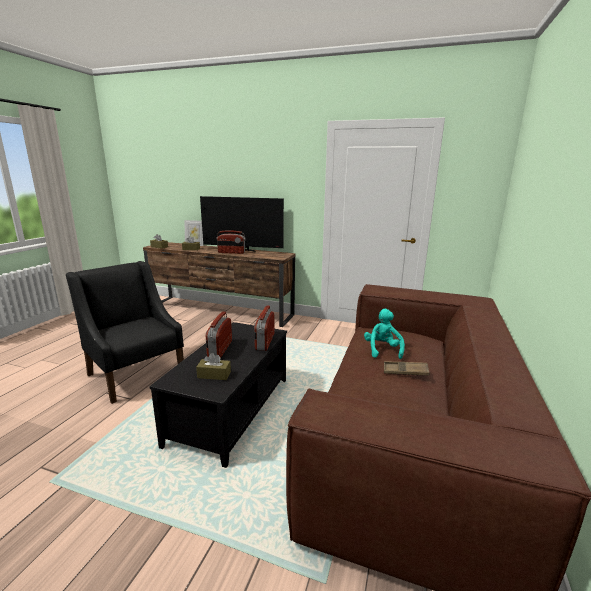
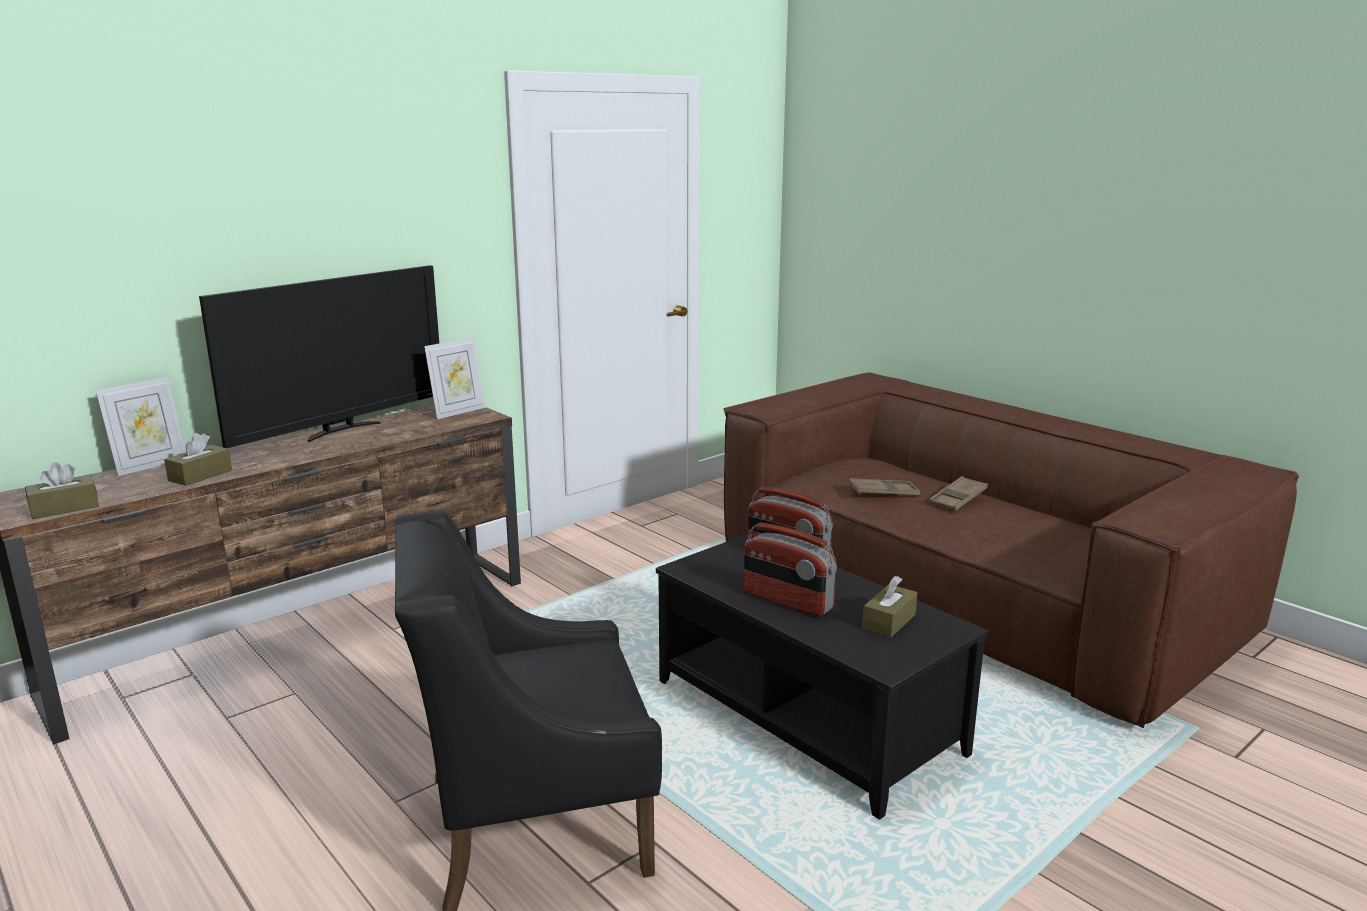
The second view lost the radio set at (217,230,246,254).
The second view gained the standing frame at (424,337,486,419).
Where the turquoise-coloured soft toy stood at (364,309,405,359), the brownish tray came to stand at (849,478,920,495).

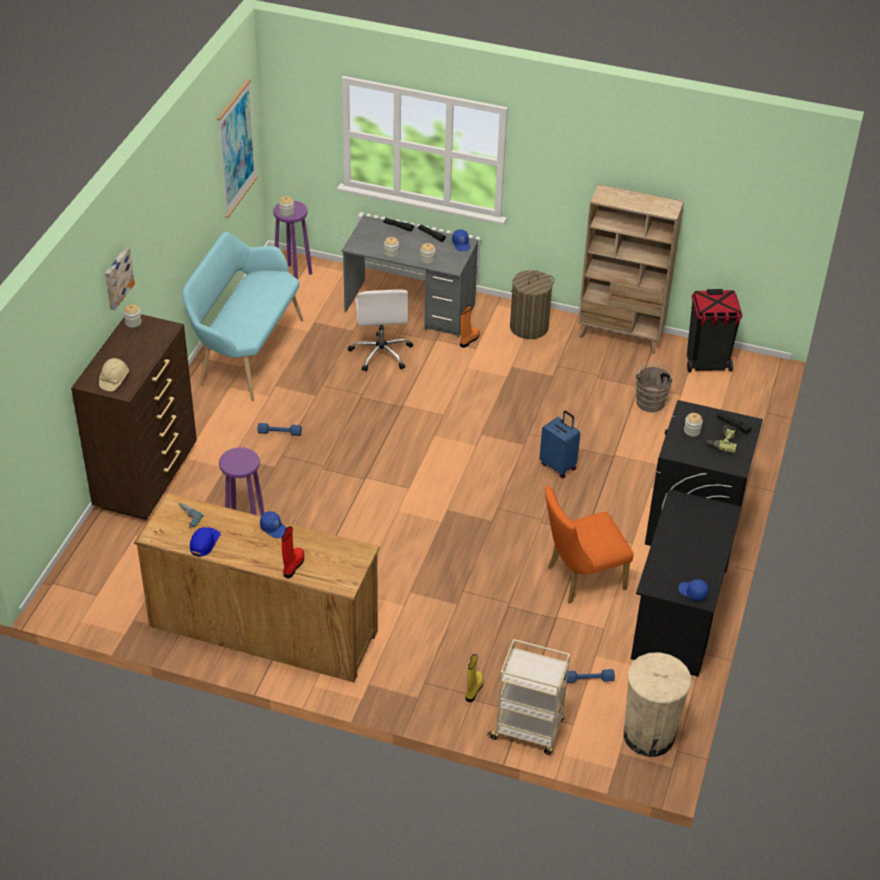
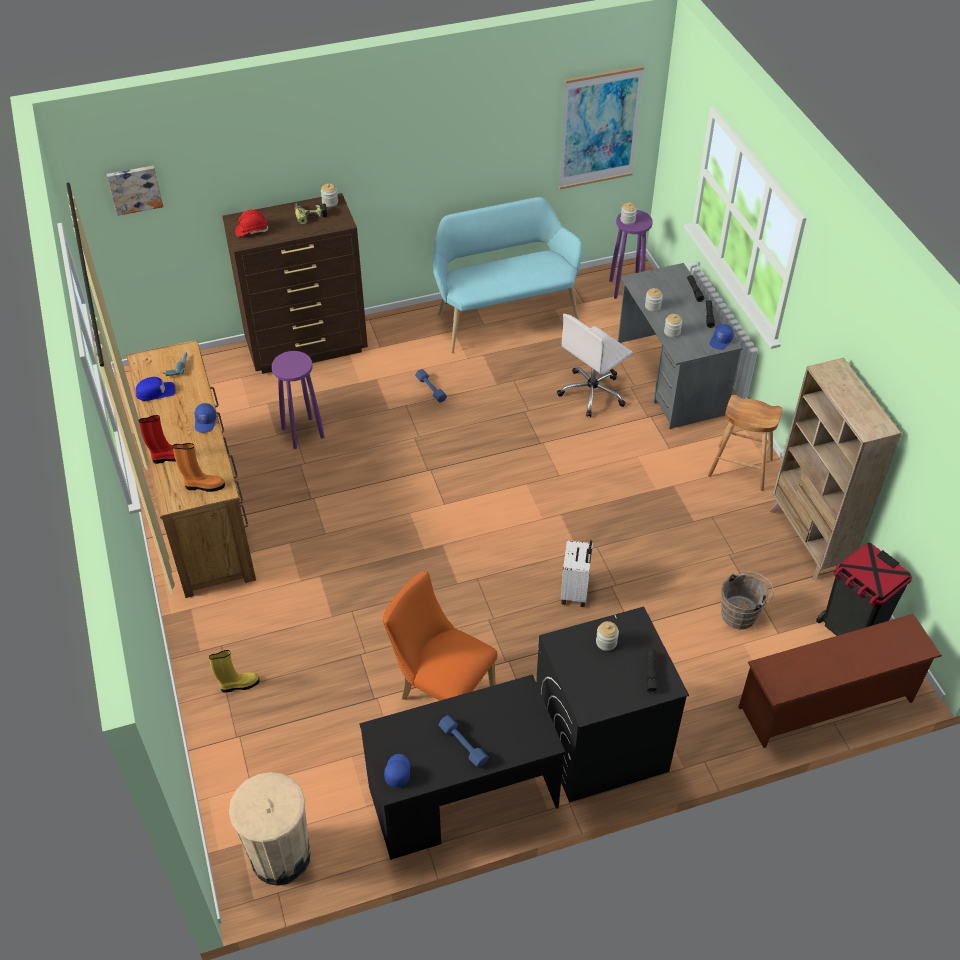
The second view lost the beige-coloured wheeled cart at (487,639,570,755).
The second view gained the brownish shoe rack at (739,614,942,748).
The picture ended up elsewhere, having gone from (105,247,135,310) to (107,166,163,216).
The orange boot ended up elsewhere, having gone from (460,305,480,348) to (172,443,225,492).
The blue free weight ended up elsewhere, having gone from (564,669,615,683) to (438,715,489,768).
The drill ended up elsewhere, having gone from (706,425,737,454) to (294,202,328,224).
Where the laundry basket stood at (510,270,554,339), the brownish stool came to stand at (708,395,782,491).
What was the beige-coloured safety helmet at (99,358,129,391) turned into the reddish safety helmet at (235,209,269,237).
What was the blue piece of luggage at (539,411,580,478) turned into the white-coloured piece of luggage at (561,540,593,607).

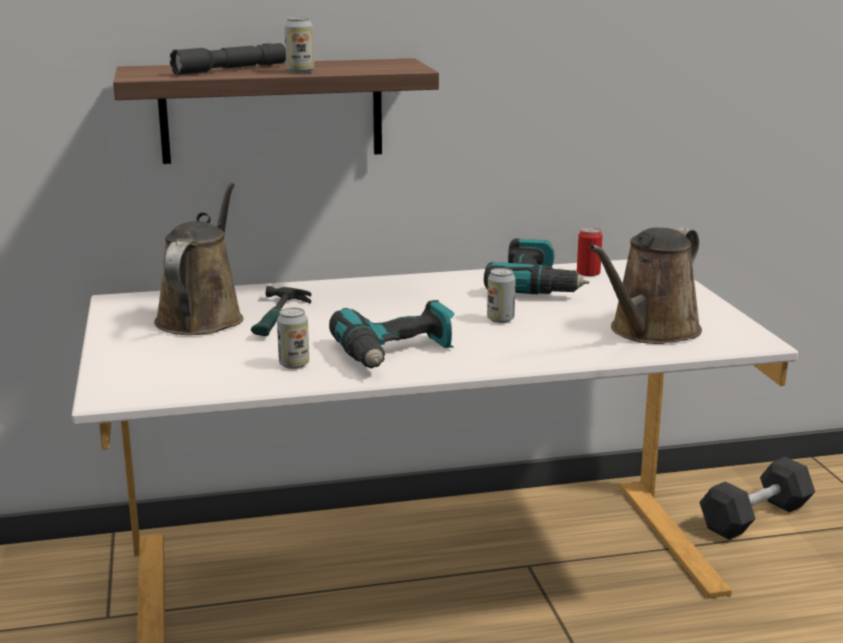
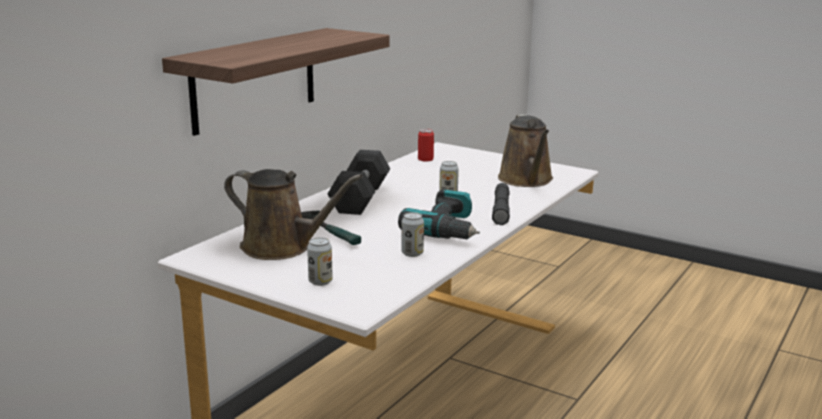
The second view lost the drill at (484,238,589,294).
The greyish flashlight ended up elsewhere, having gone from (170,43,286,75) to (492,183,510,225).
The can ended up elsewhere, having gone from (285,17,314,73) to (307,237,332,286).
The black free weight ended up elsewhere, having gone from (699,457,815,540) to (328,150,390,215).
The brownish watering can at (154,183,244,335) ended up facing another way, 150 degrees clockwise from before.

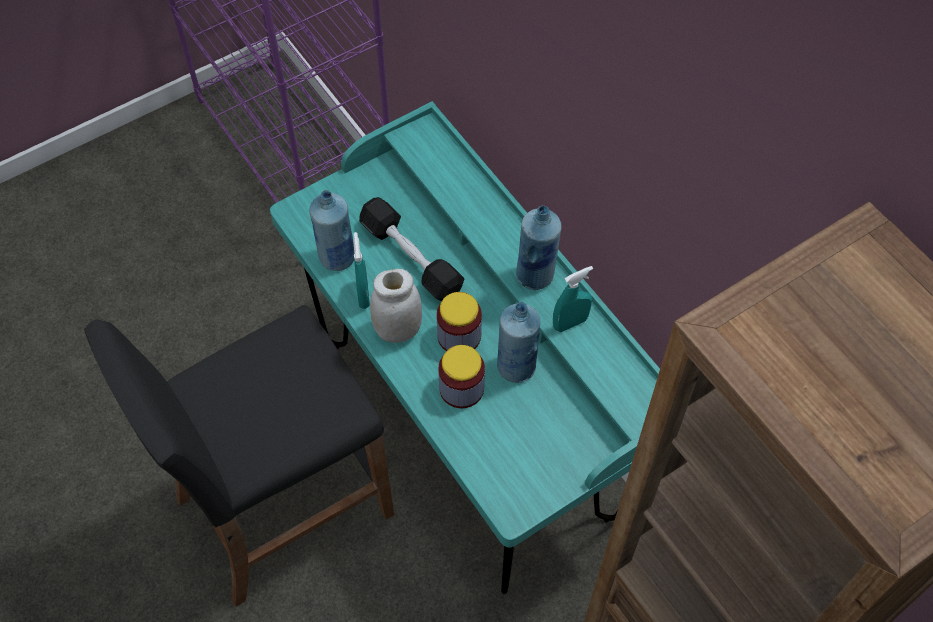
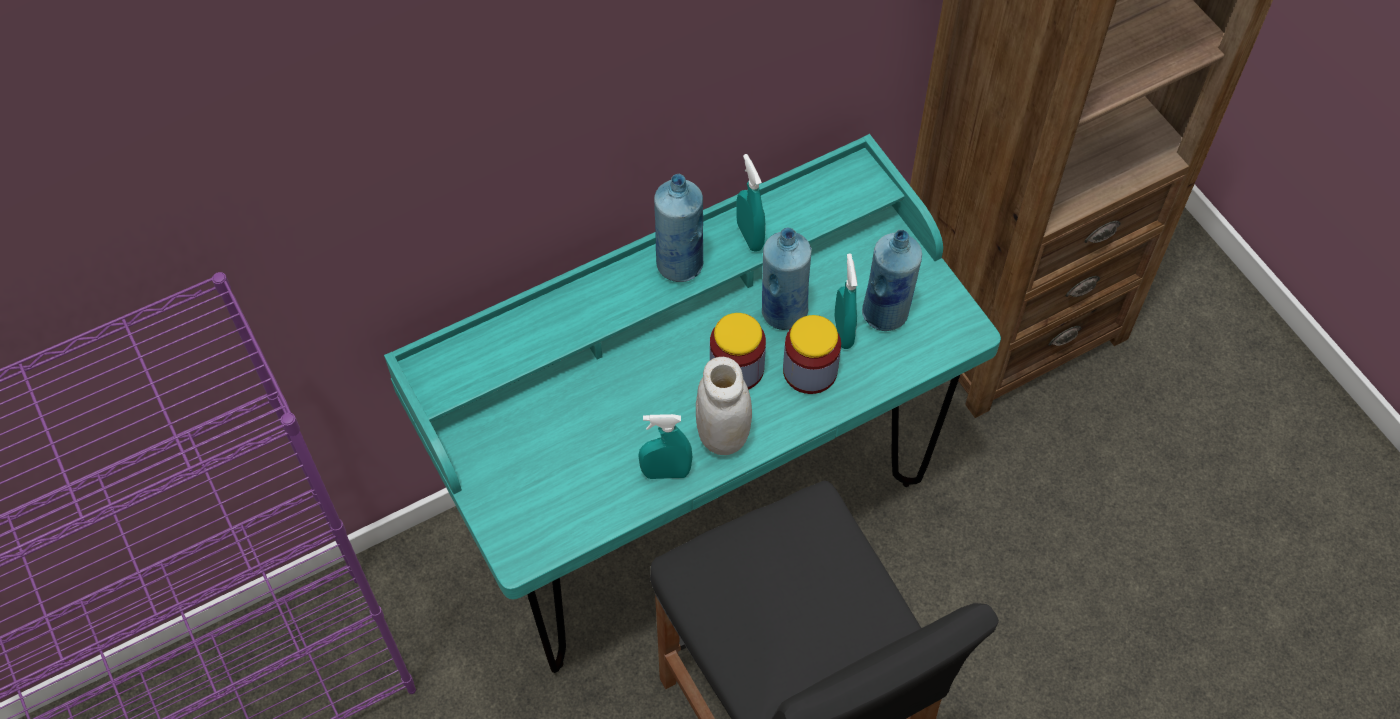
The second view lost the black free weight at (359,197,464,302).
The second view gained the turquoise-coloured spray bottle at (835,253,857,349).
The blue beverage bottle ended up elsewhere, having gone from (309,190,354,271) to (862,230,922,331).

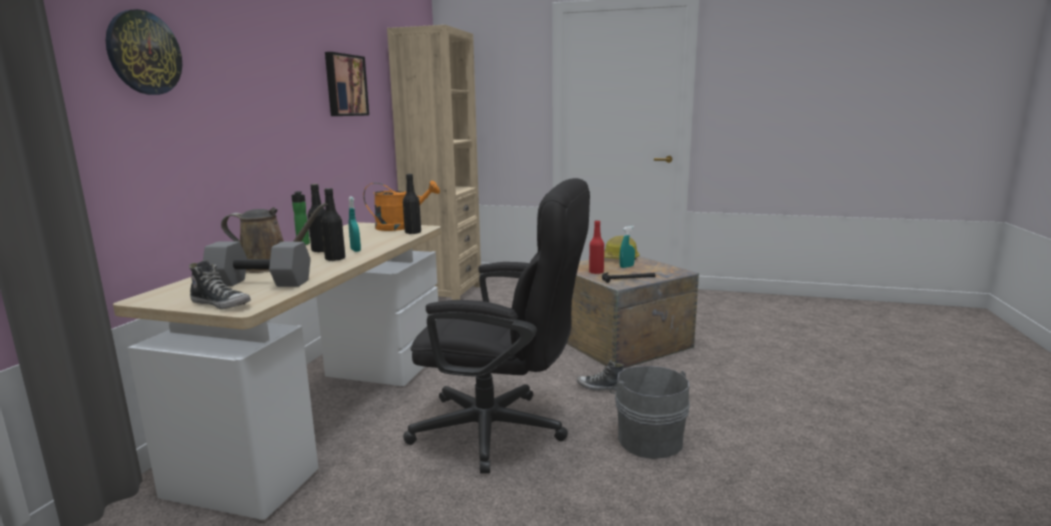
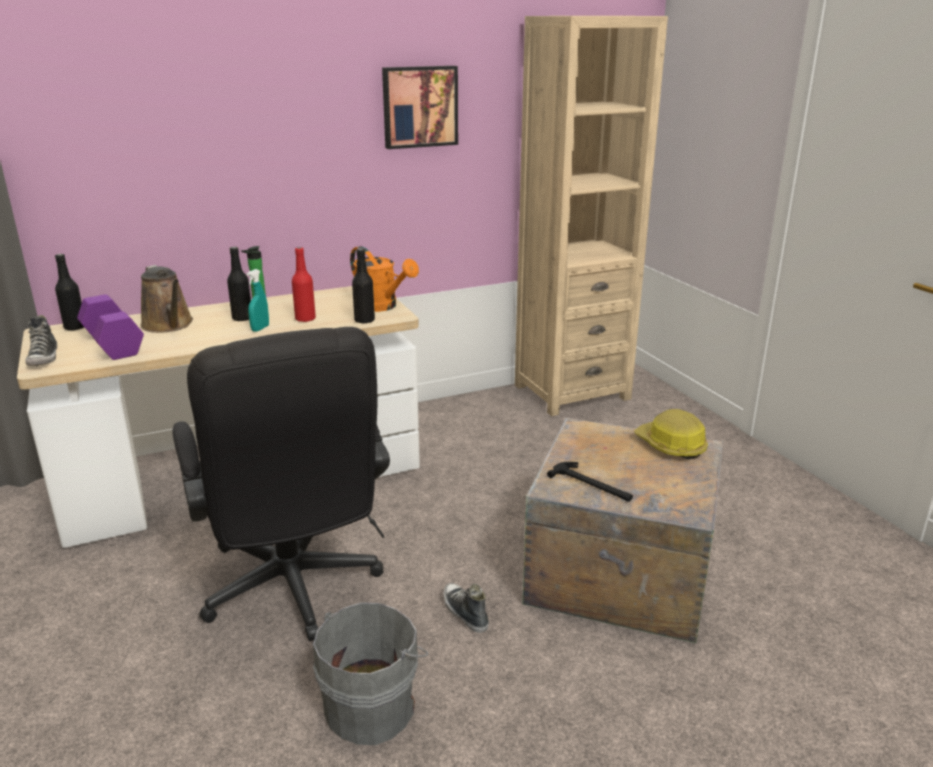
The second view lost the clock on the wall at (106,9,182,95).
The second view lost the turquoise-coloured spray bottle at (620,226,635,268).
The black beverage bottle ended up elsewhere, having gone from (321,188,345,261) to (55,254,84,331).
The reddish beverage bottle ended up elsewhere, having gone from (589,220,604,274) to (292,247,316,322).
What was the greyish free weight at (203,241,311,287) turned into the purple-coloured free weight at (77,294,144,360).

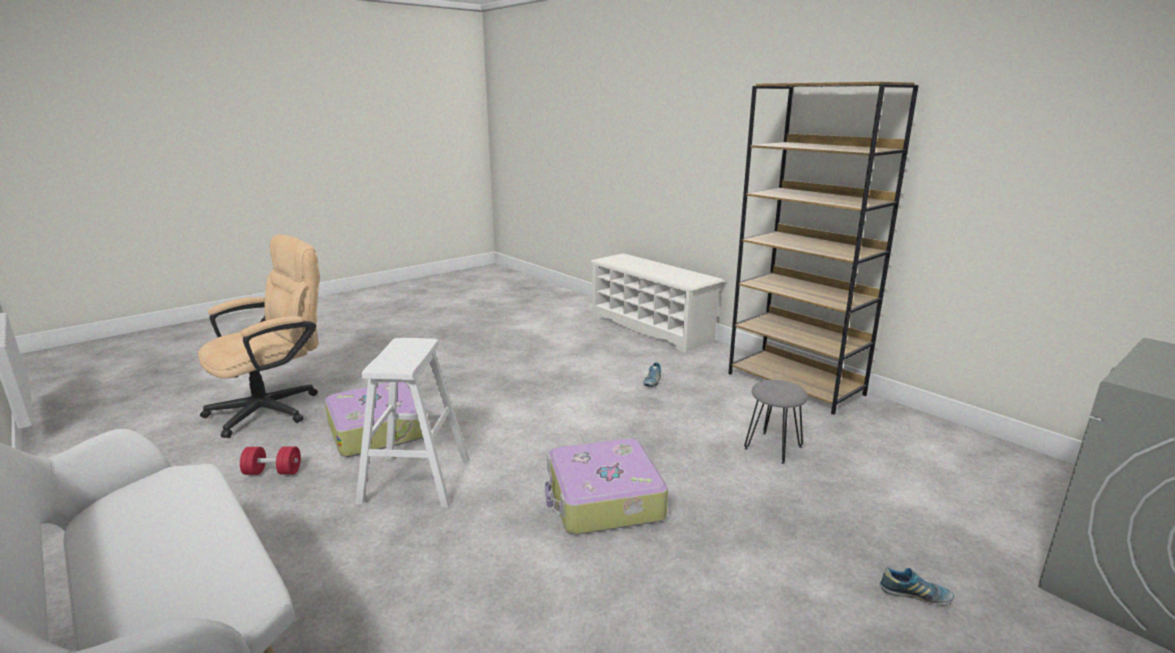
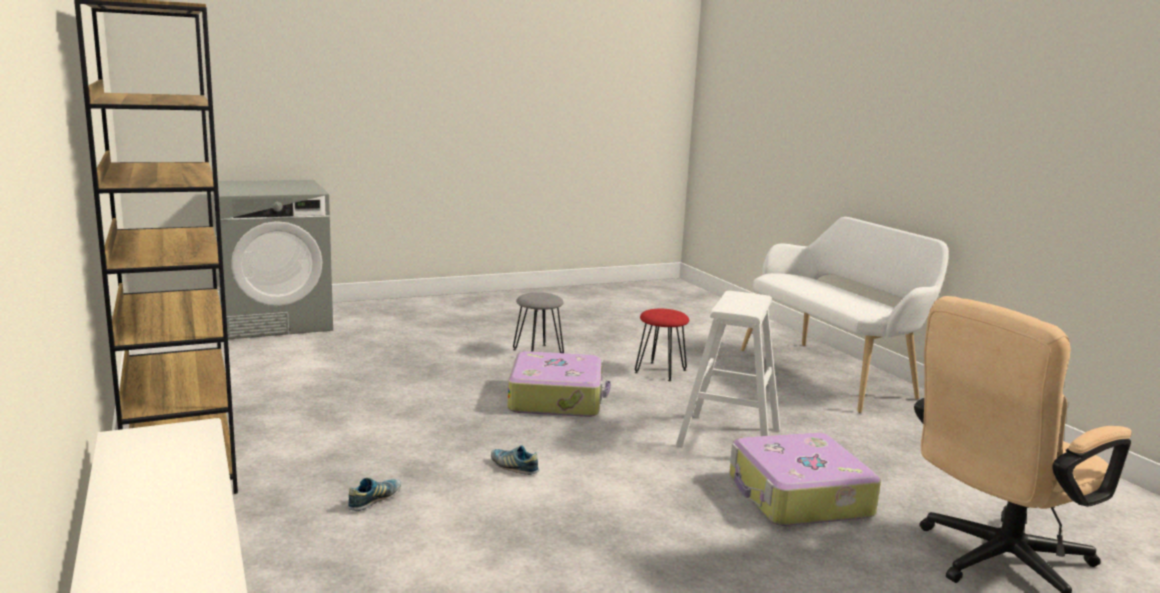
The second view lost the reddish free weight at (240,446,301,475).
The second view gained the reddish stool at (635,309,689,381).
The greyish stool ended up elsewhere, having gone from (744,380,808,464) to (513,292,564,353).
The low shoe ended up elsewhere, having gone from (880,567,954,605) to (491,445,539,475).

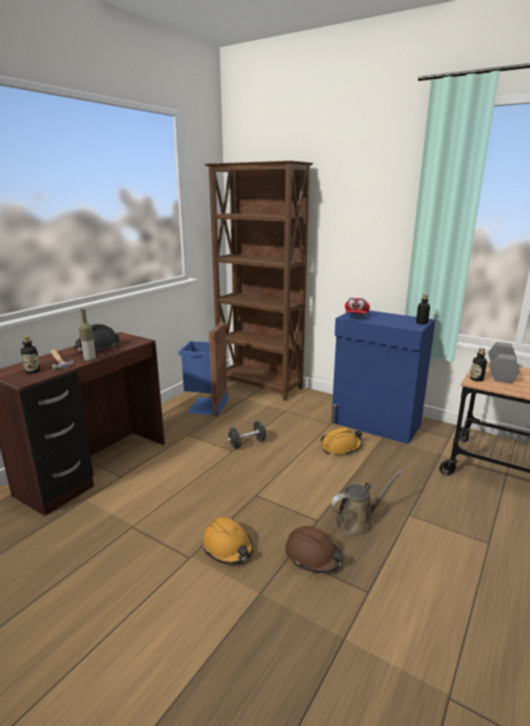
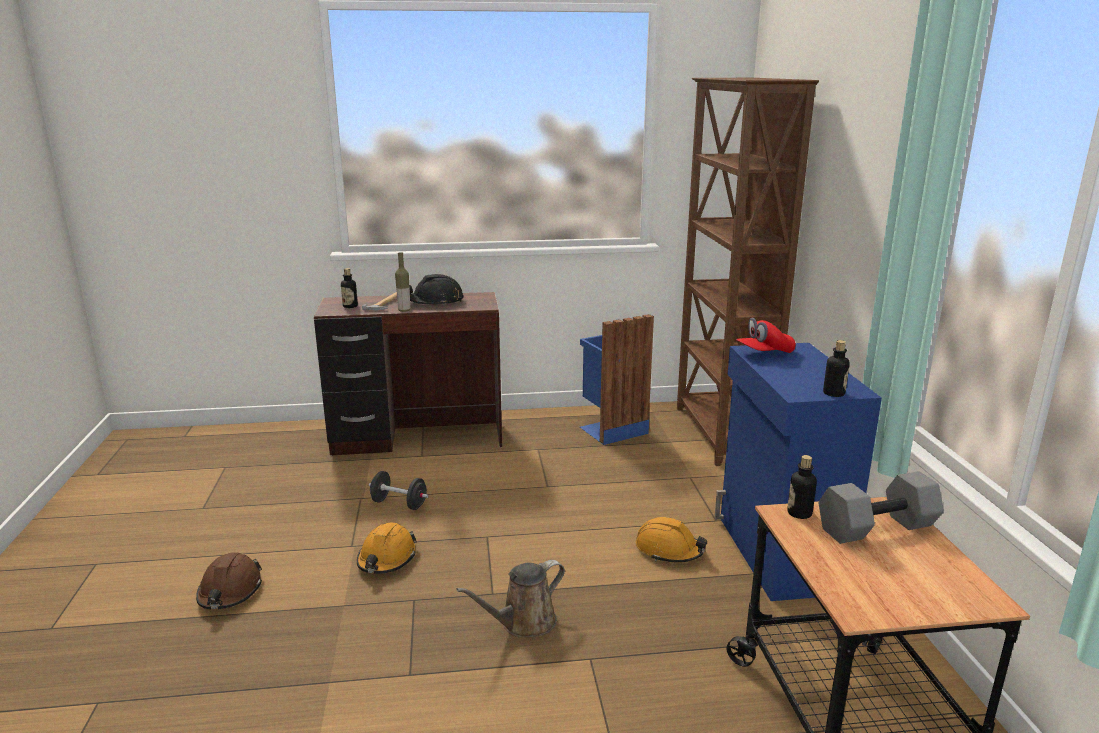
The black free weight ended up elsewhere, having gone from (227,421,267,449) to (369,471,428,510).
The brownish safety helmet ended up elsewhere, having gone from (285,526,344,573) to (196,552,262,609).
The brownish watering can at (330,470,403,536) ended up facing another way, 120 degrees clockwise from before.

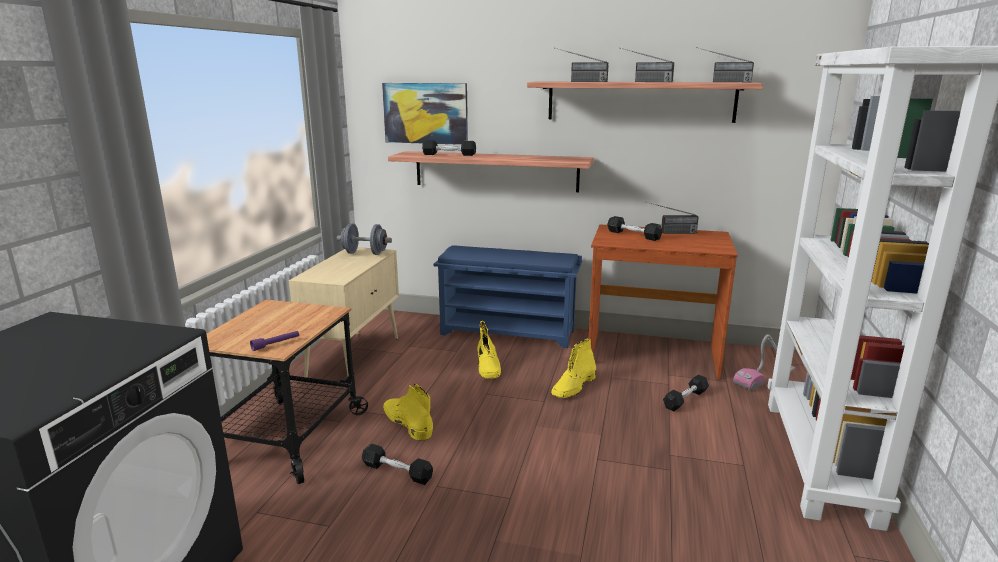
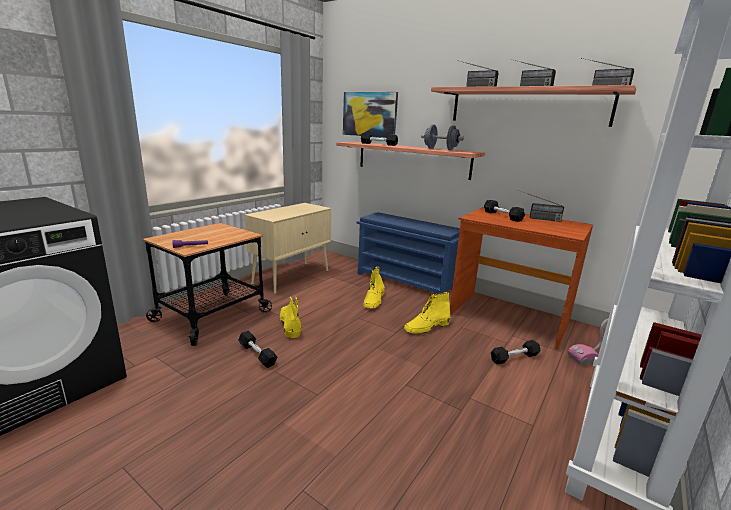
The greyish free weight ended up elsewhere, having gone from (337,223,392,255) to (421,124,464,150).

